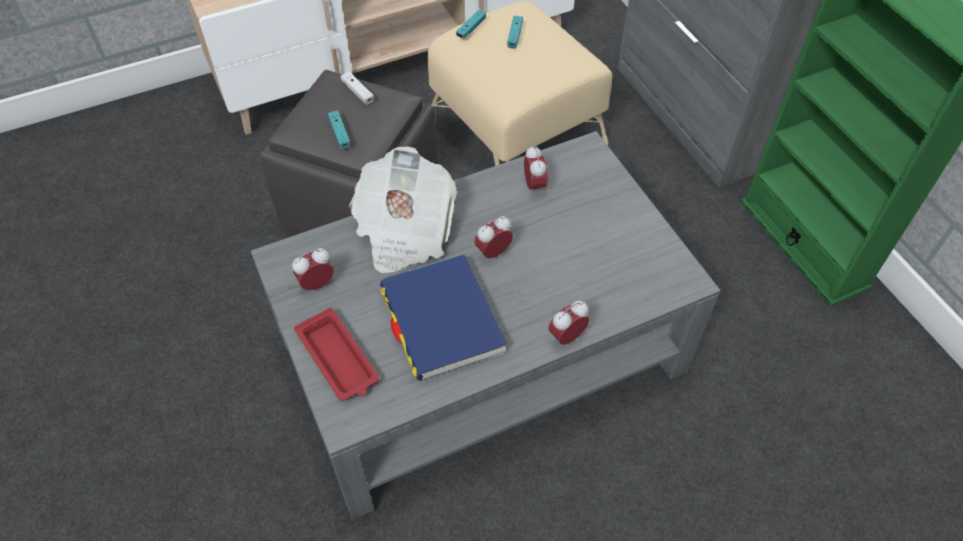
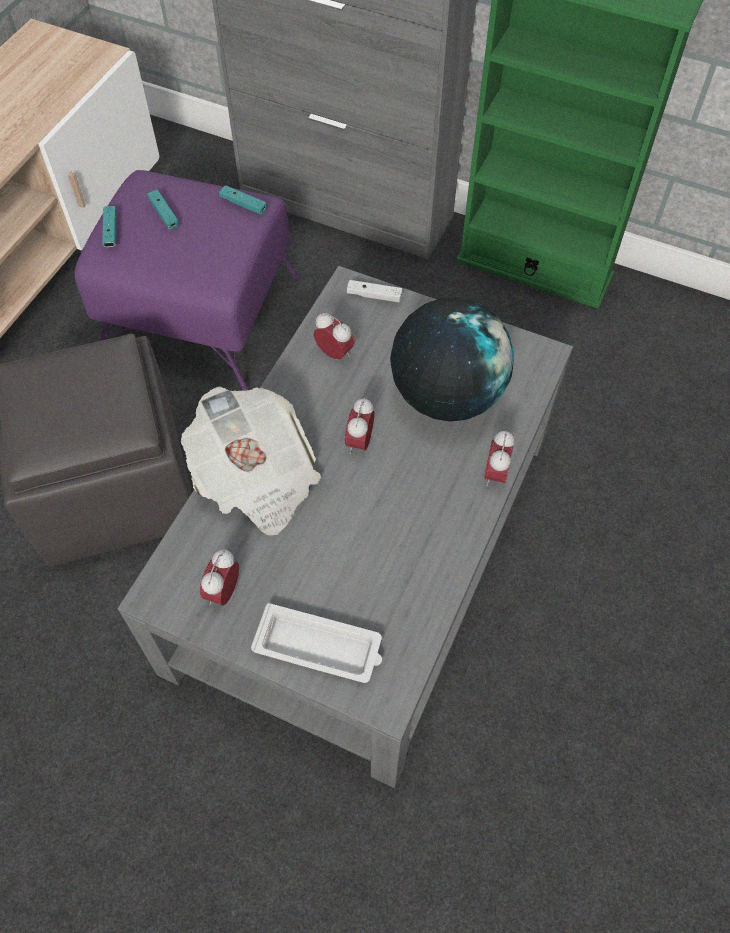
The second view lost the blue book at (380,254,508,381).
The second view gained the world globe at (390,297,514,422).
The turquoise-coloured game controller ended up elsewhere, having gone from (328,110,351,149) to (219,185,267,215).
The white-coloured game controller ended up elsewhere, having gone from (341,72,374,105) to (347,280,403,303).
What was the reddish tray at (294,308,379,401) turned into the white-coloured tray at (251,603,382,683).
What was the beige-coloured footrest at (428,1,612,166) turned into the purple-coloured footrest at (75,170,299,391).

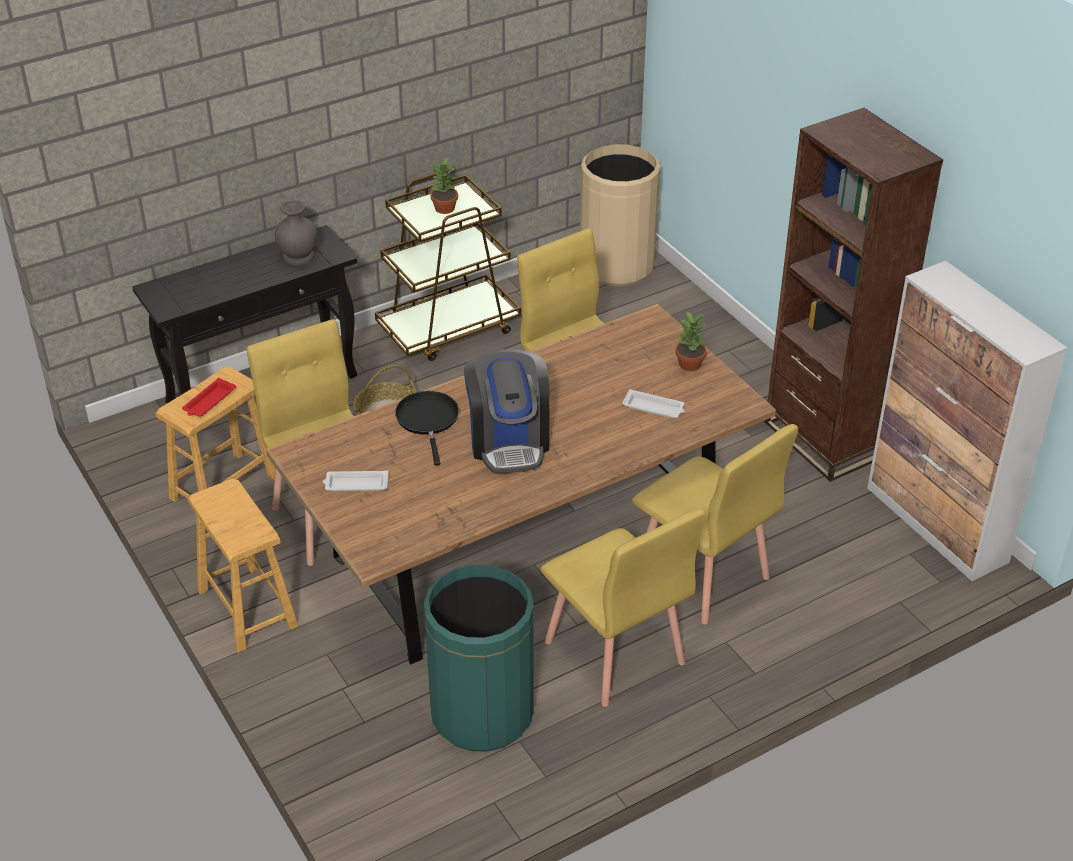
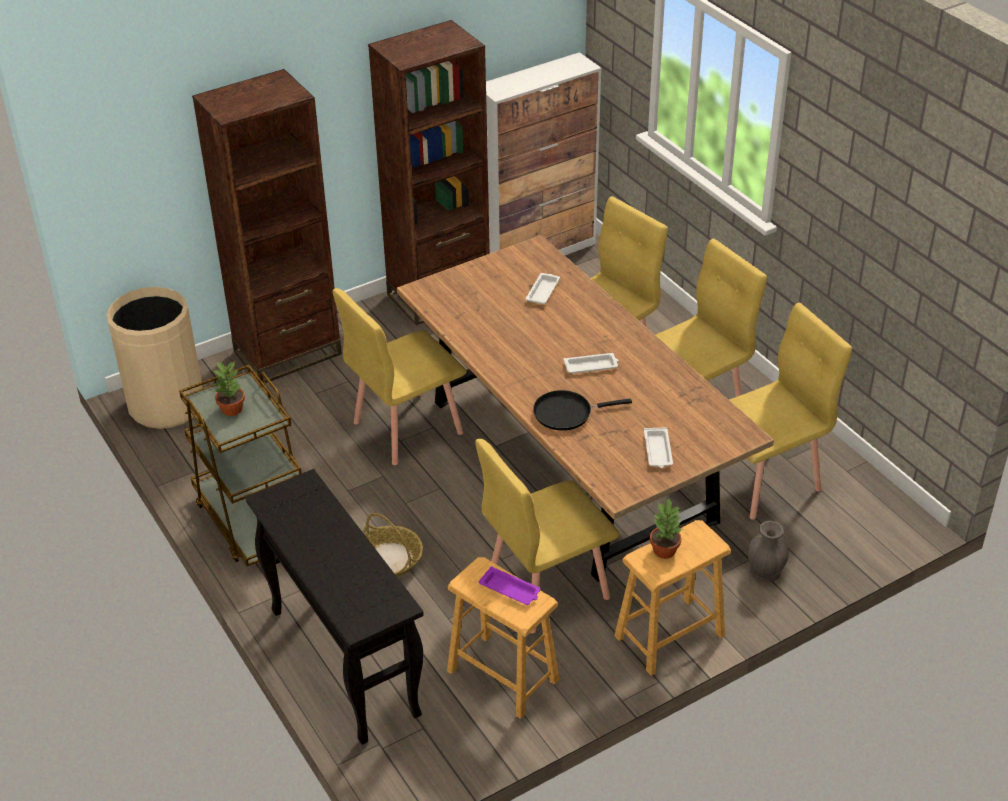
The second view gained the brownish bookcase at (192,69,342,383).
The greyish flower vase ended up elsewhere, having gone from (275,200,317,265) to (747,521,789,582).
The potted plant ended up elsewhere, having gone from (675,312,707,371) to (650,498,681,559).
Where the green-coloured rubbish bin stood at (424,565,534,752), the yellow upright chair came to stand at (729,303,852,520).
Where the coffee maker stood at (464,349,550,473), the white-coloured tray came to stand at (563,353,618,373).
What was the reddish tray at (182,378,236,417) turned into the purple-coloured tray at (479,566,540,605).

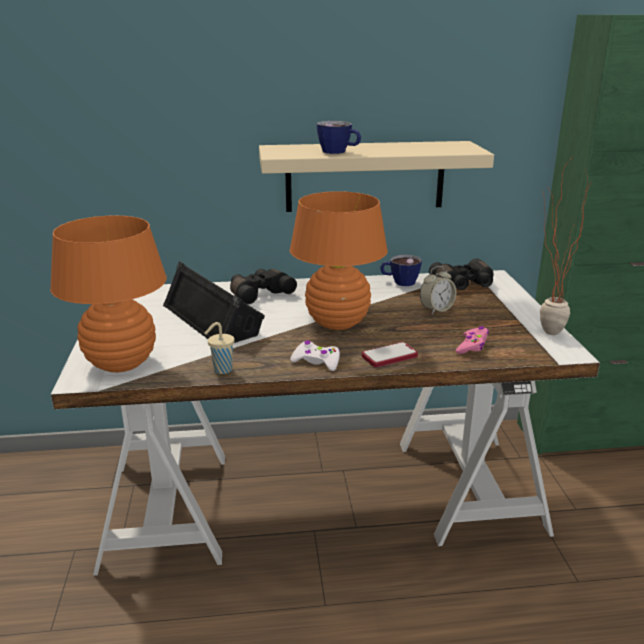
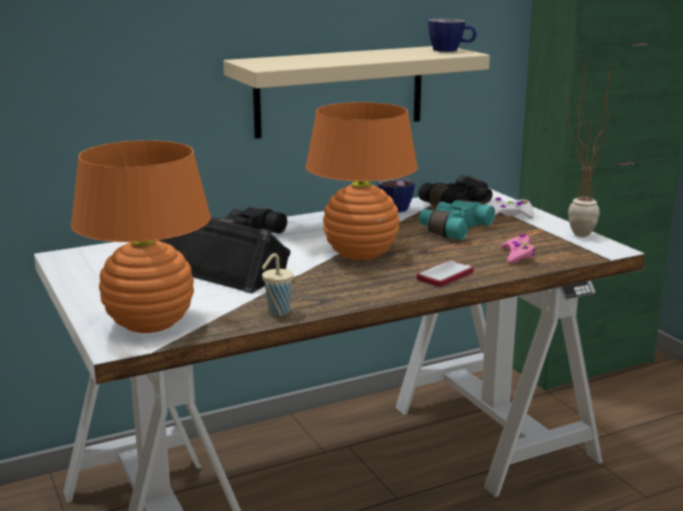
The white-coloured game controller ended up elsewhere, having gone from (290,340,340,371) to (489,198,534,218).
The small cup ended up elsewhere, having gone from (317,121,361,154) to (428,18,477,52).
Where the alarm clock stood at (420,266,456,314), the turquoise-coloured field glasses came to stand at (419,200,495,240).

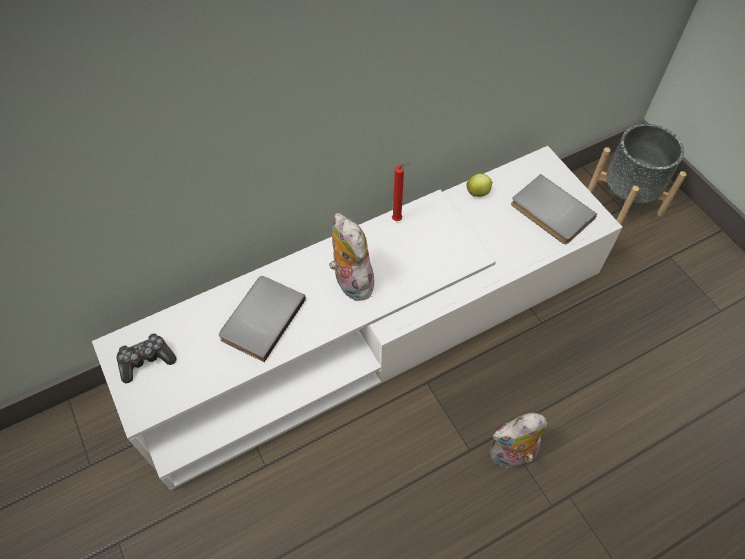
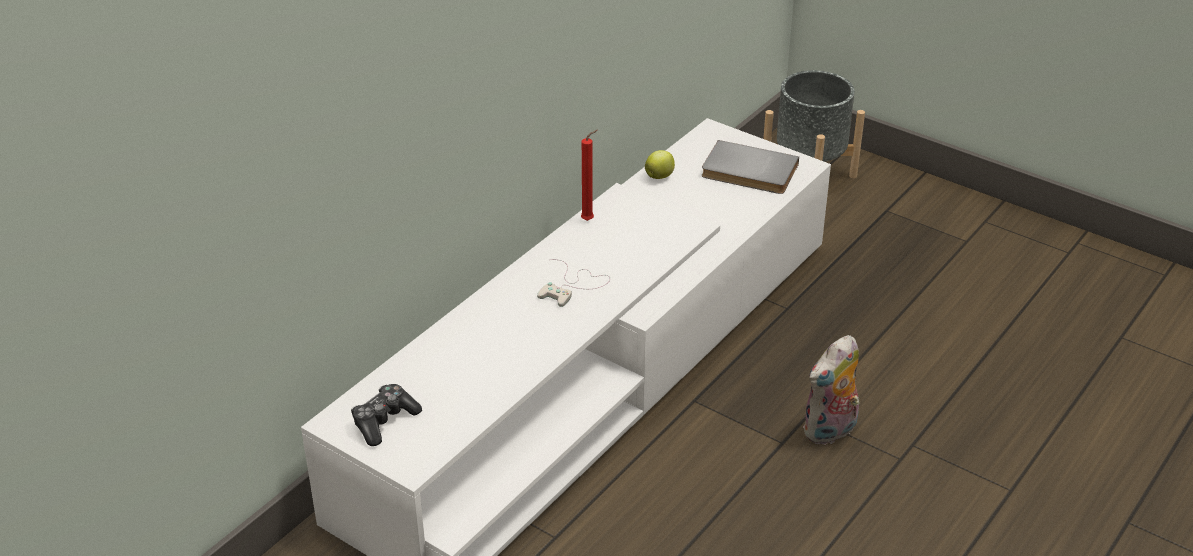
The second view lost the greyish book at (219,276,306,362).
Where the soft toy stood at (329,213,378,301), the white-coloured game controller came to stand at (537,259,610,307).

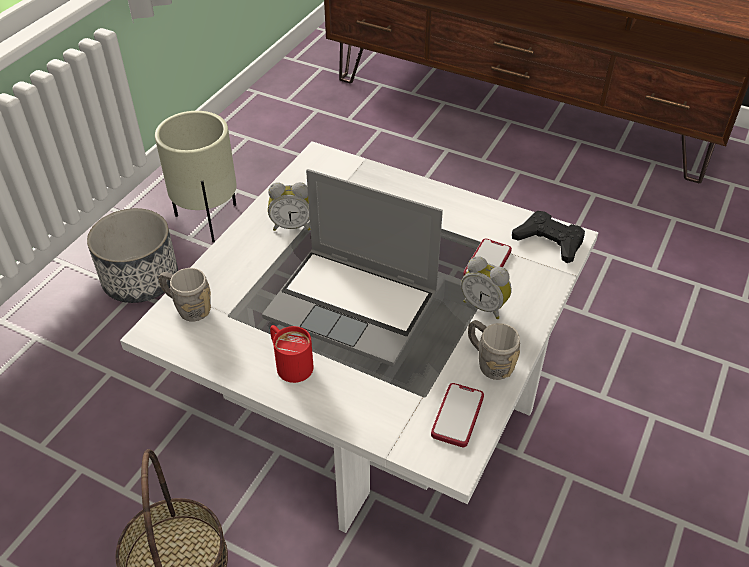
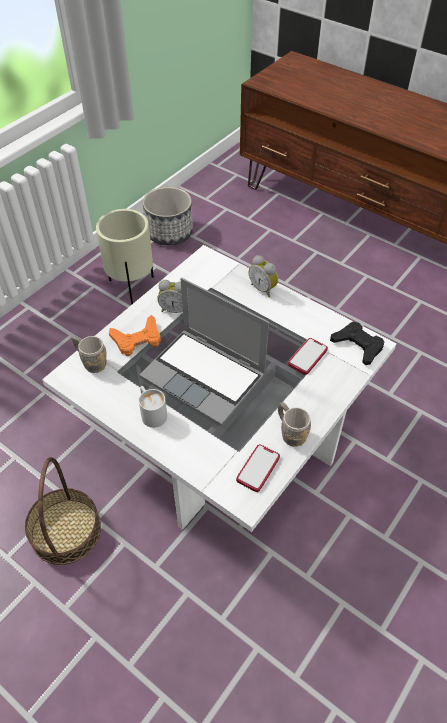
The second view gained the orange game controller at (109,315,161,356).
The flower pot ended up elsewhere, having gone from (87,208,178,303) to (143,187,193,245).
The alarm clock ended up elsewhere, having gone from (461,256,512,319) to (249,255,278,297).
What was the reddish tea mug at (270,325,313,383) turned into the white-coloured tea mug at (139,386,167,428).

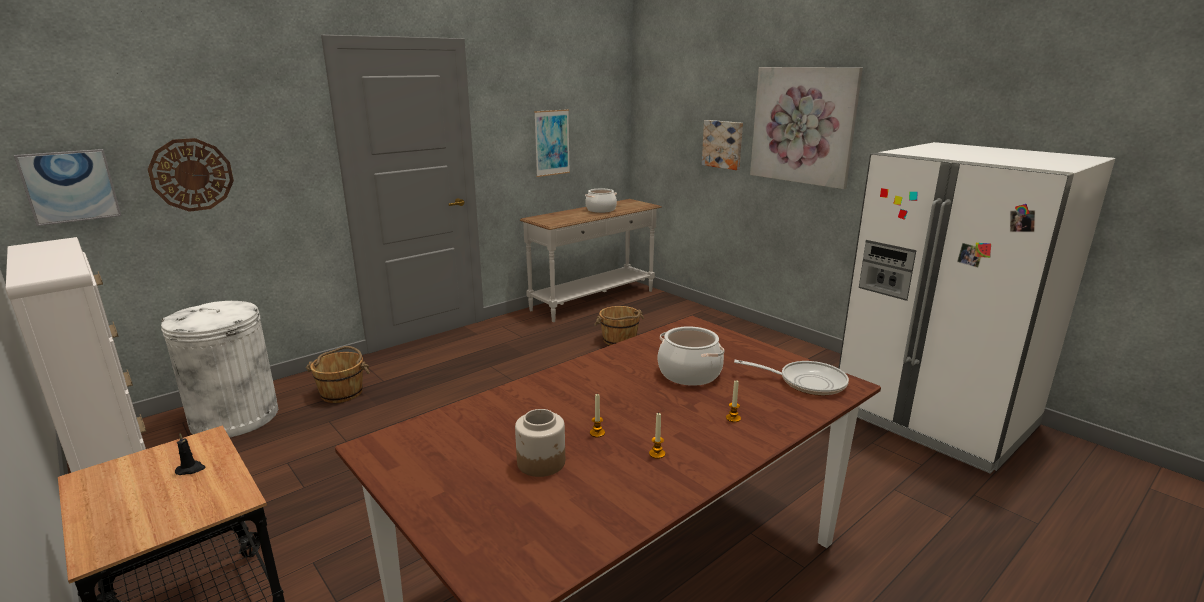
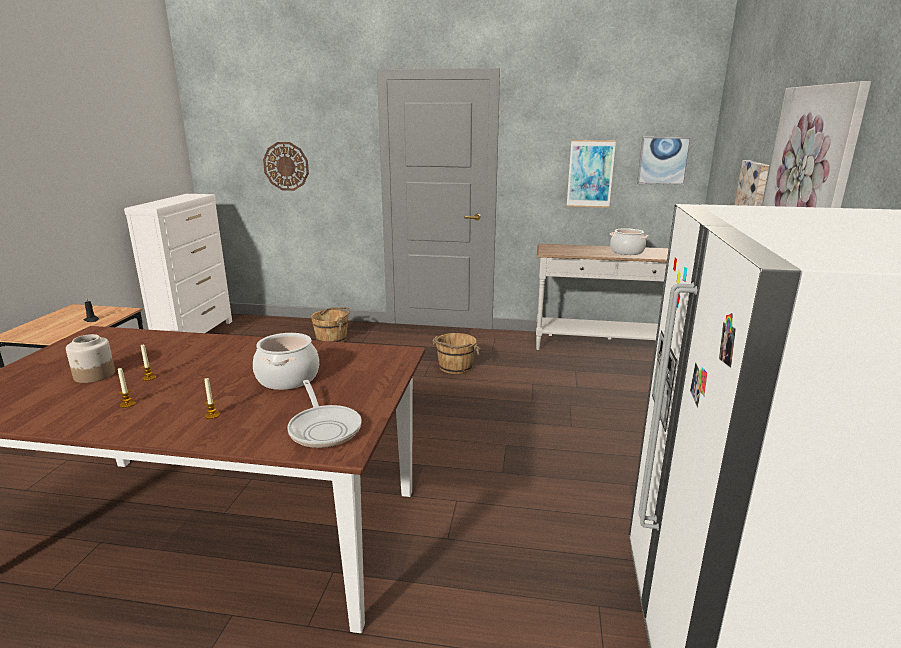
The second view lost the white-coloured rubbish bin at (161,301,278,438).
The picture ended up elsewhere, having gone from (14,149,121,226) to (637,137,691,185).
The brownish pail ended up elsewhere, having gone from (594,306,644,345) to (433,333,480,374).

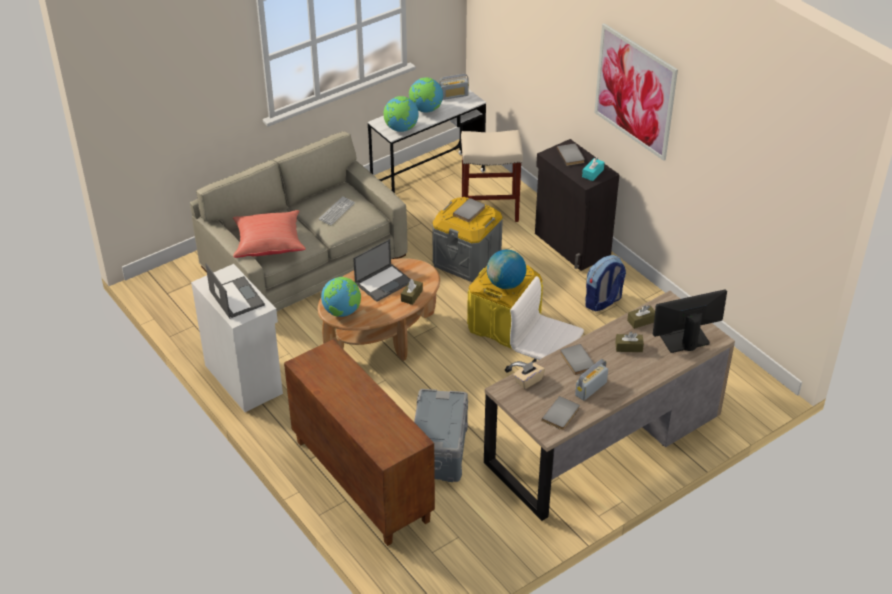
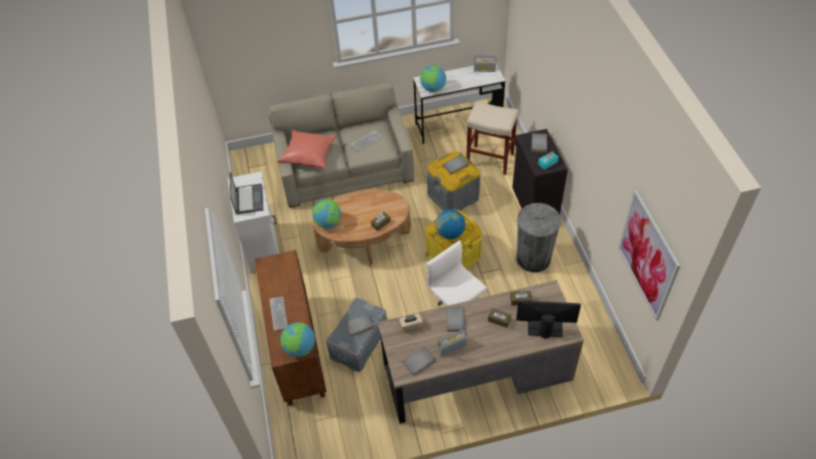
The second view lost the portable computer at (353,239,410,302).
The second view gained the computer keyboard at (269,297,288,331).
The second view gained the greyish book at (345,313,374,336).
The world globe ended up elsewhere, having gone from (409,77,443,112) to (280,322,315,357).
The picture ended up elsewhere, having gone from (594,23,678,161) to (618,190,680,321).
Where the knapsack stood at (586,255,626,311), the greyish rubbish bin came to stand at (516,203,561,272).

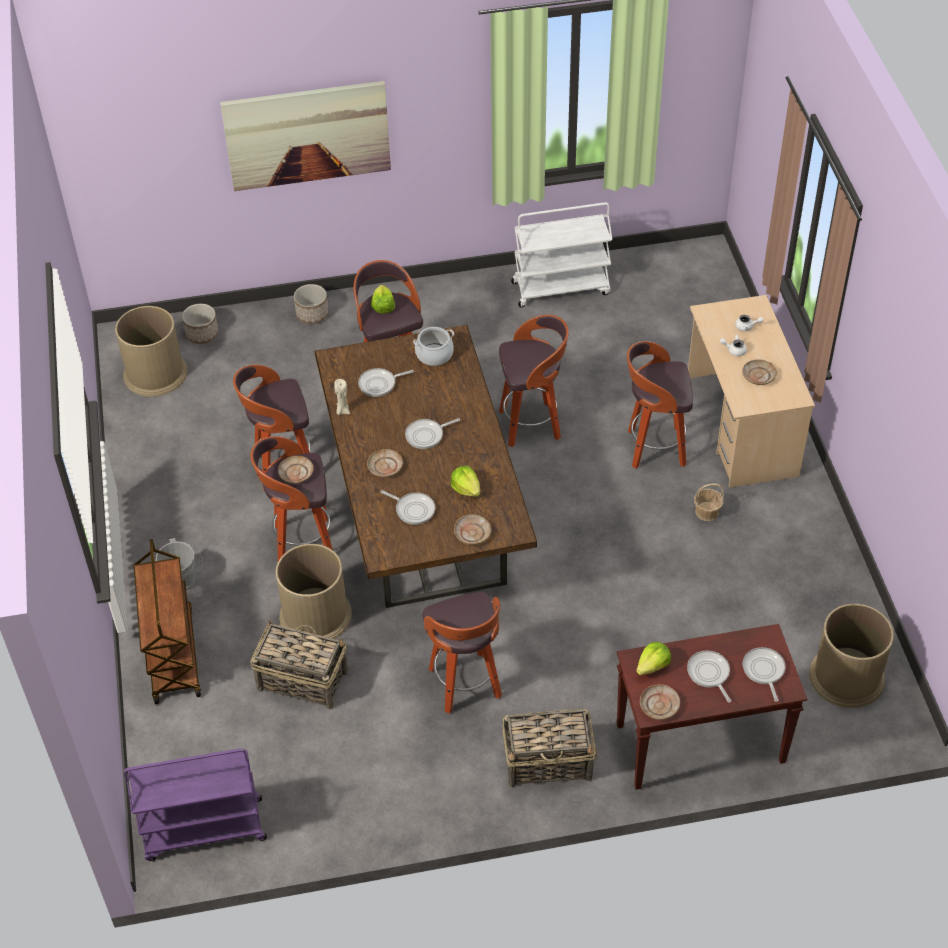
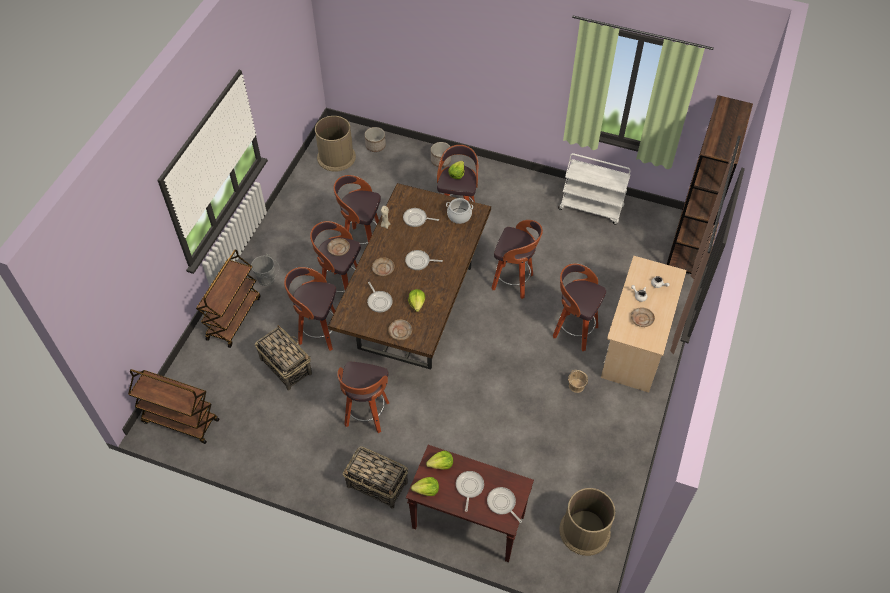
The second view lost the picture at (220,81,391,191).
The second view gained the brownish bookcase at (667,95,753,274).
Where the brownish rubbish bin stood at (276,544,352,639), the stool came to stand at (284,267,336,351).
Where the beige-coloured flat dish stood at (640,684,680,720), the lettuce head came to stand at (411,477,439,496).
What was the purple-coloured wheeled cart at (124,748,267,861) turned into the brownish wheeled cart at (128,369,220,444).
The pan at (743,647,785,702) ended up facing another way, 60 degrees counterclockwise from before.

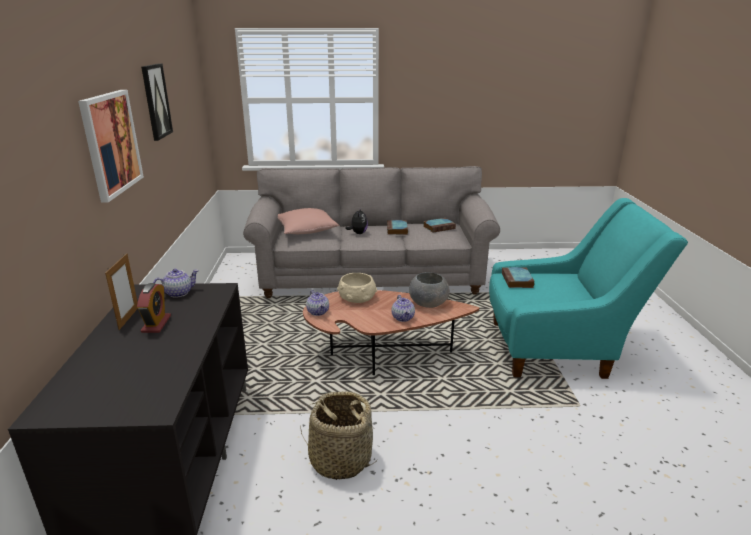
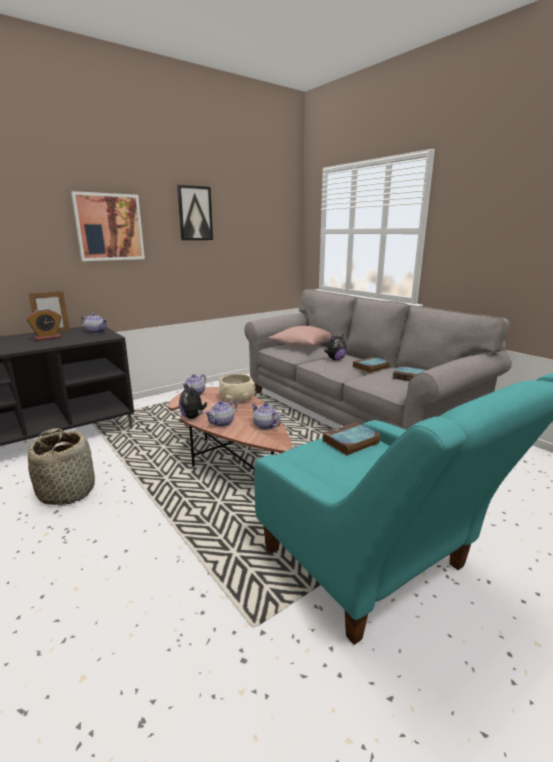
The second view gained the soft toy at (179,383,207,419).
Where the greyish deep dish stood at (409,272,450,308), the teapot came to stand at (251,403,281,430).

